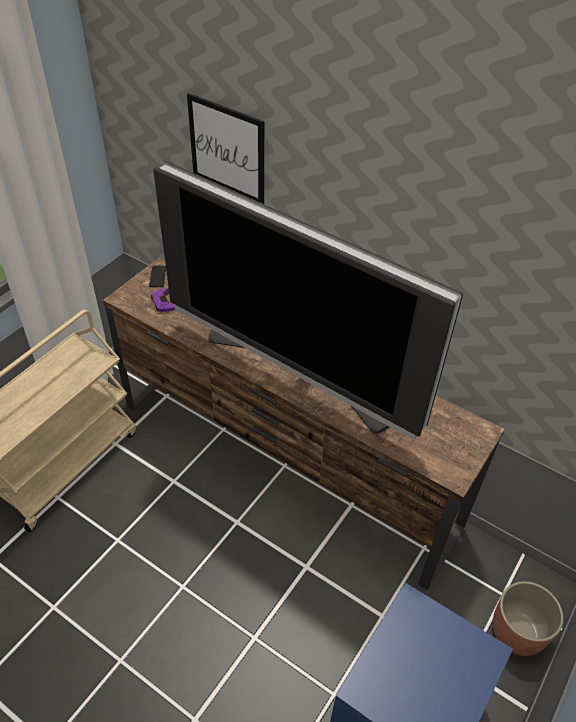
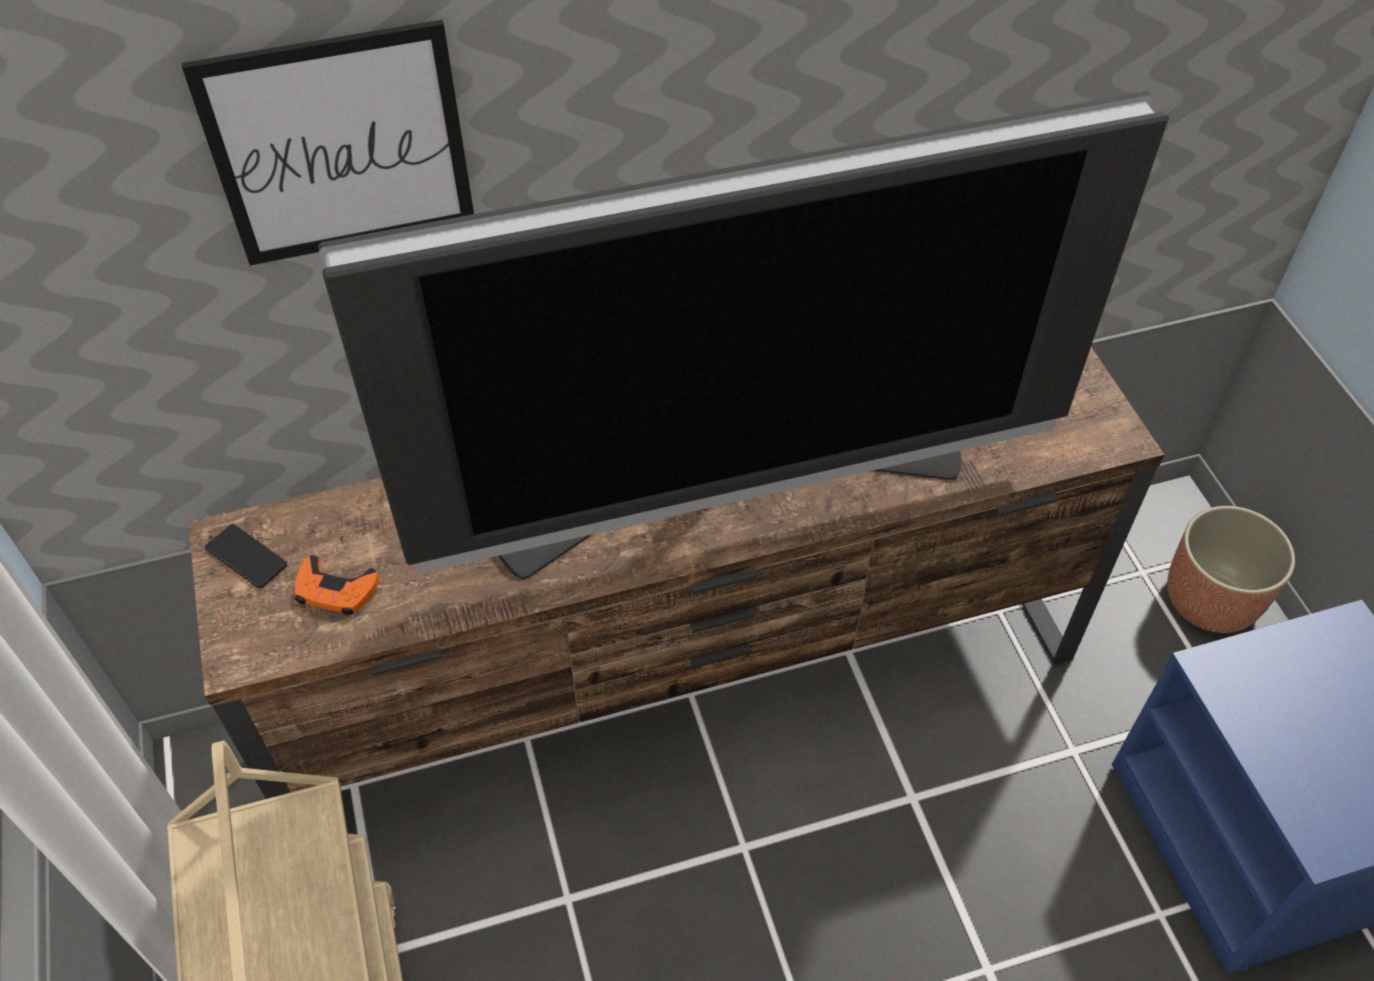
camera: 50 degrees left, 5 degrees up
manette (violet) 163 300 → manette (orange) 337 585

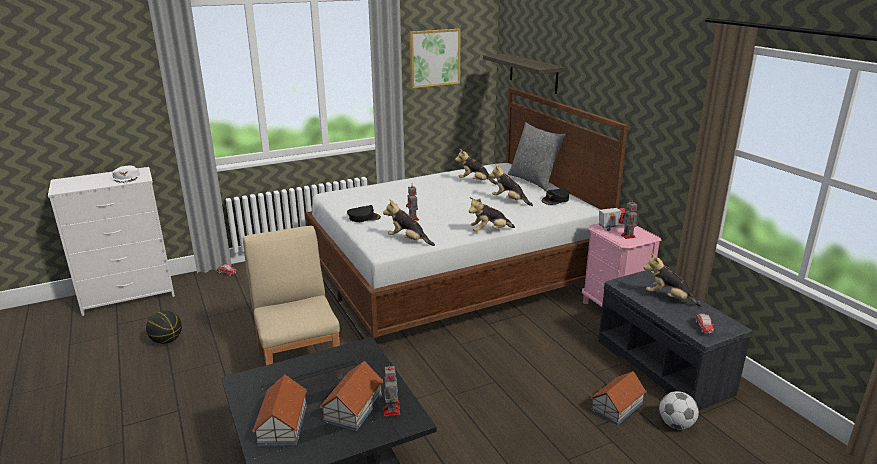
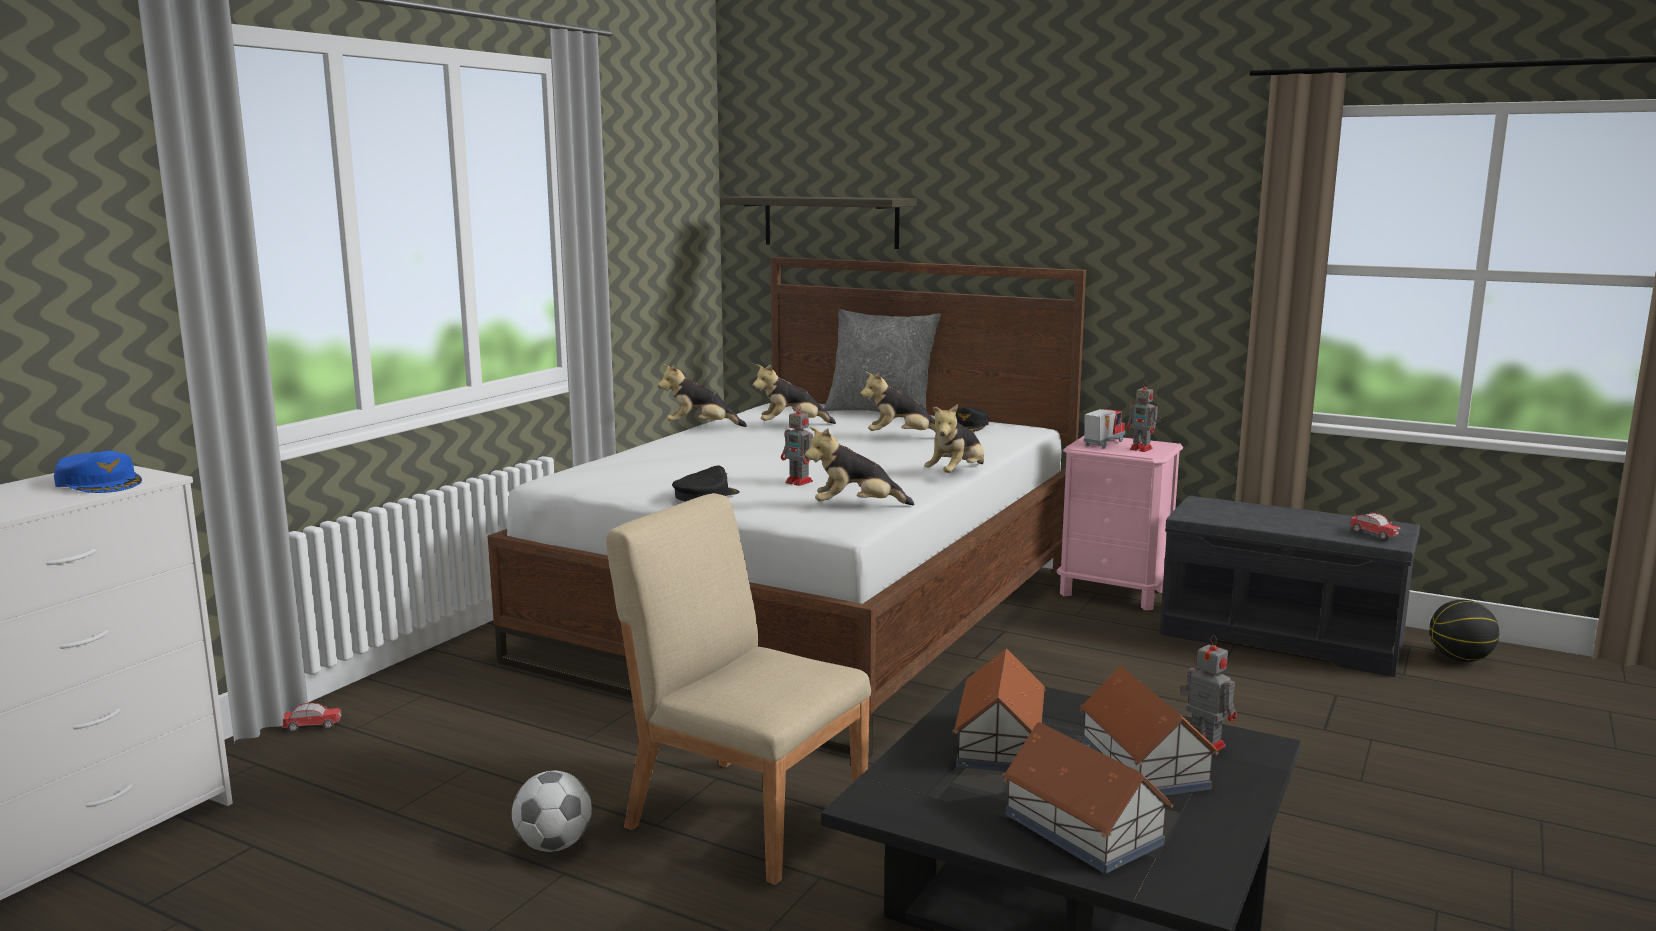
camera: 35 degrees left, 10 degrees down
casquette (blanc) 126 175 → casquette (bleu) 98 472
ballon de basket 164 327 → ballon de basket 1464 631, move
tableau 435 58 → -
maison miniature 618 398 → maison miniature 999 710, move
peluche 673 280 → peluche 702 395, move
ballon de foot 679 410 → ballon de foot 552 811, move

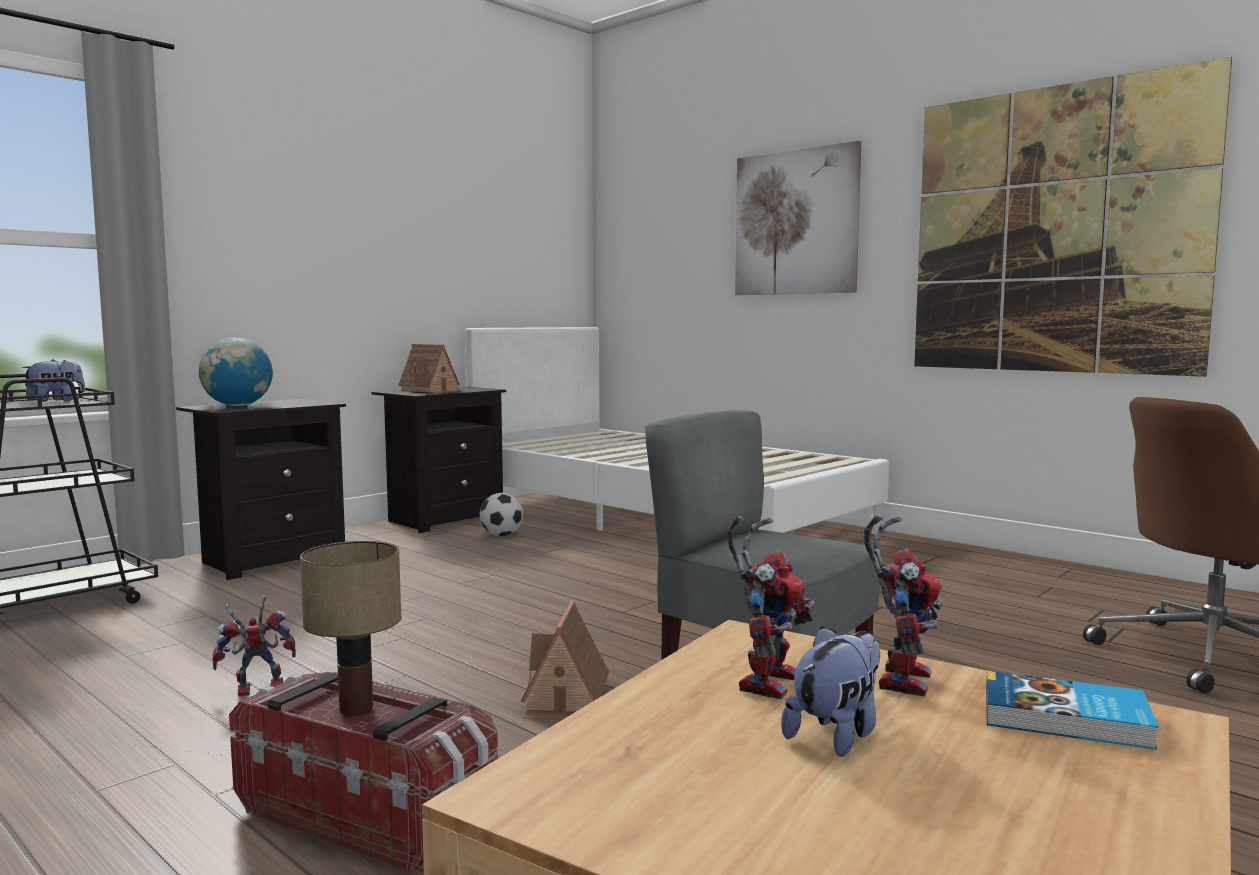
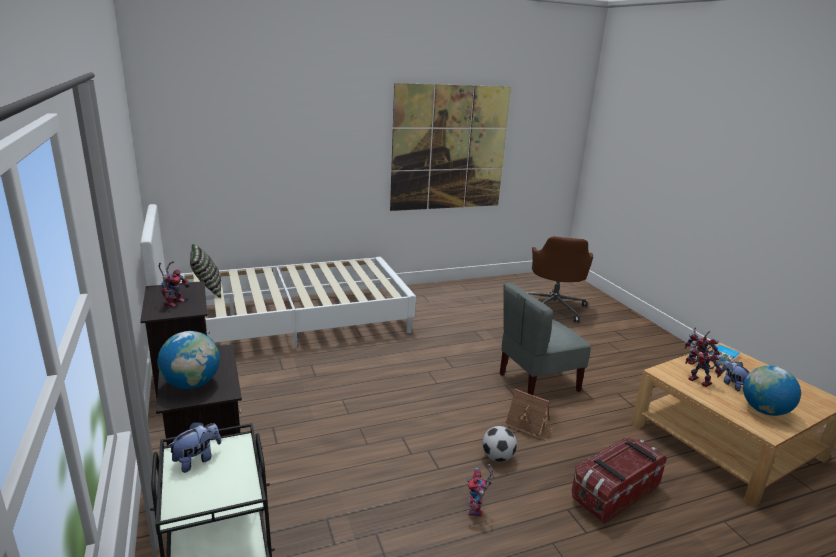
camera: 65 degrees left, 15 degrees up
peluche 53 380 → peluche 194 447, 75 degrees clockwise
lampe de table 350 628 → -
maison miniature 431 368 → robot jouet 174 284
ballon de foot 501 514 → ballon de foot 499 444, move
tableau 798 218 → -
- → coussin 205 271
- → globe 772 391

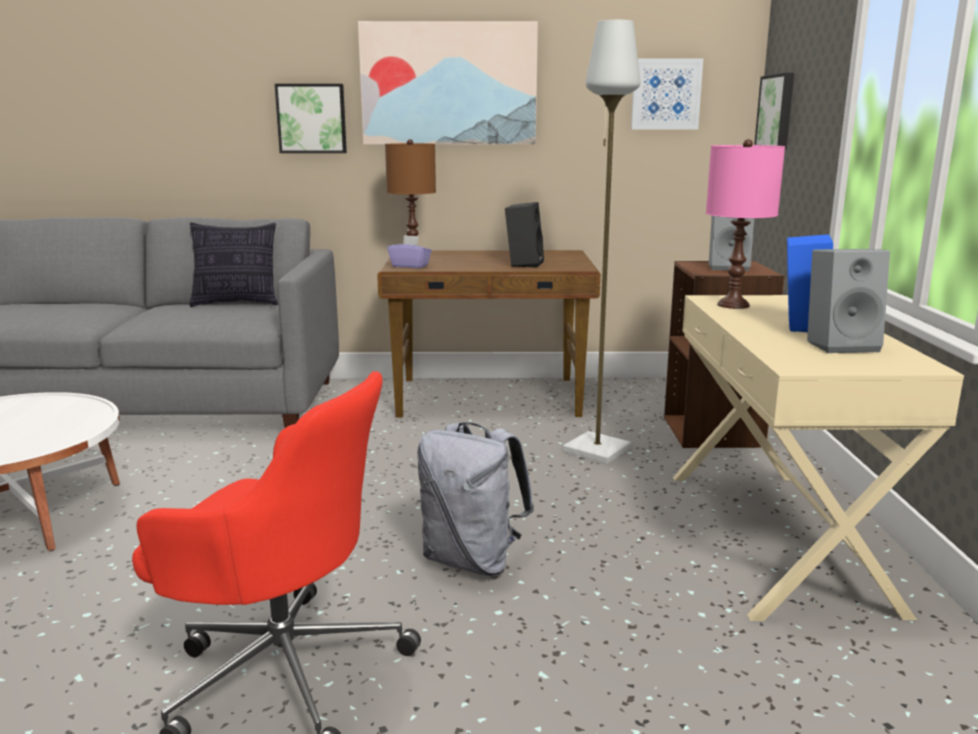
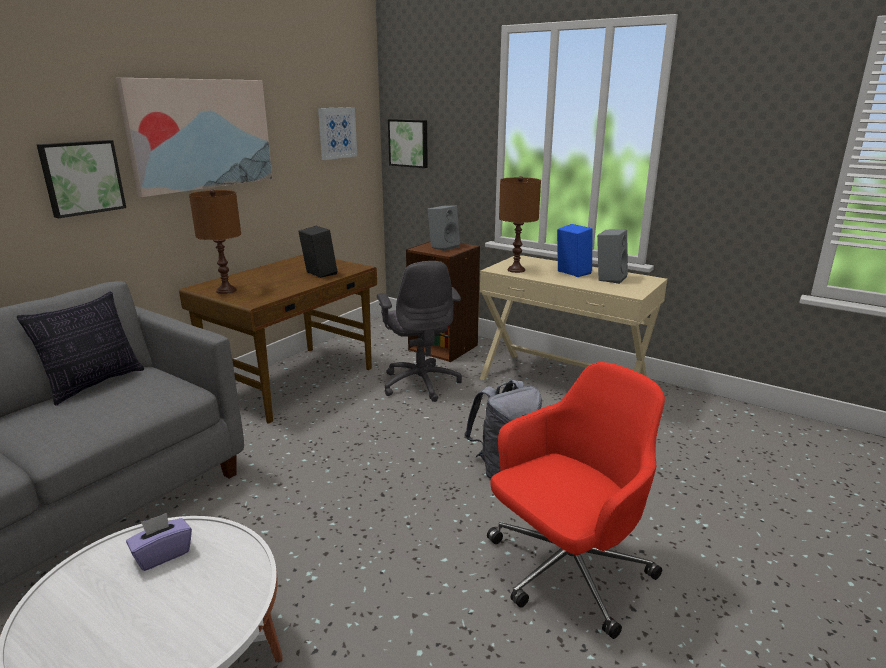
camera: 55 degrees left, 5 degrees up
boîte à mouchoirs (violet) 410 251 → boîte à mouchoirs (violet) 159 542, move
lampadaire (gris) 601 242 → chaise de bureau (gris) 419 331
lampe de table (rose) 745 224 → lampe de table (marron) 520 224

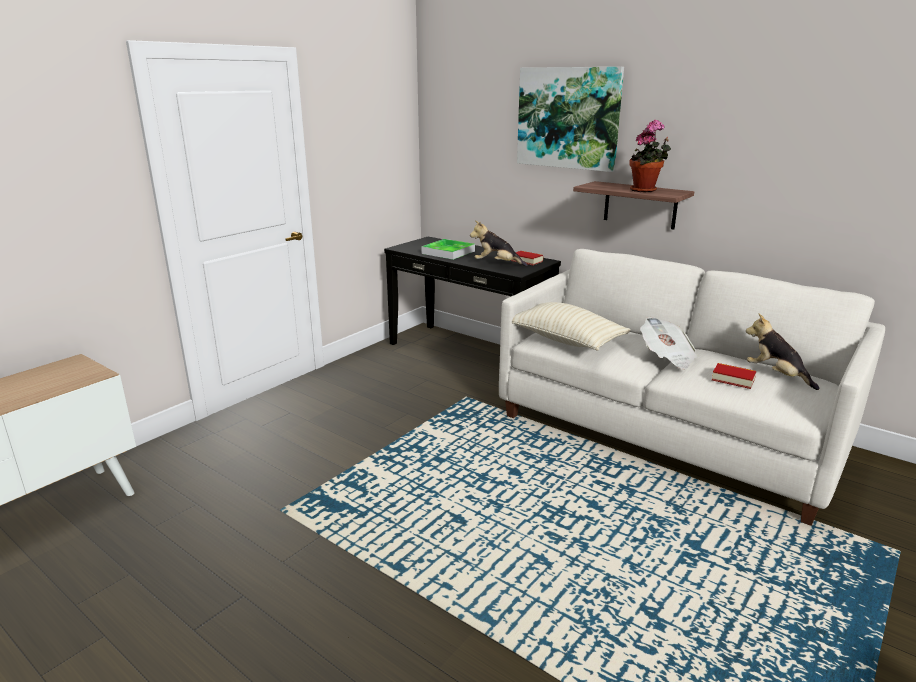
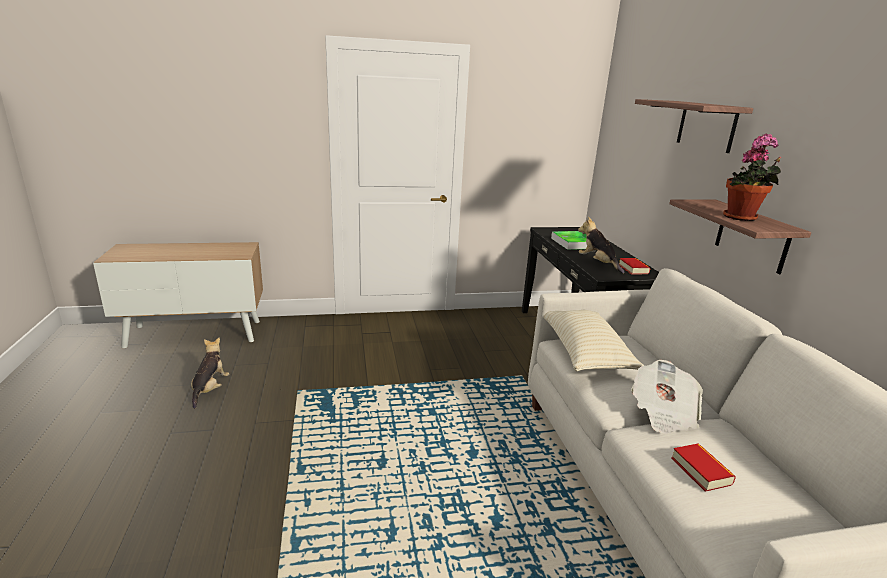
camera: 40 degrees right, 0 degrees up
tableau 570 119 → étagère 694 126
peluche 782 352 → peluche 210 373, move

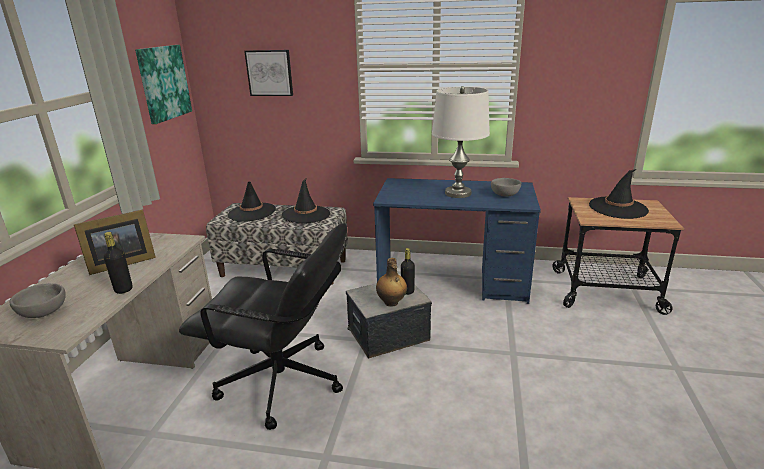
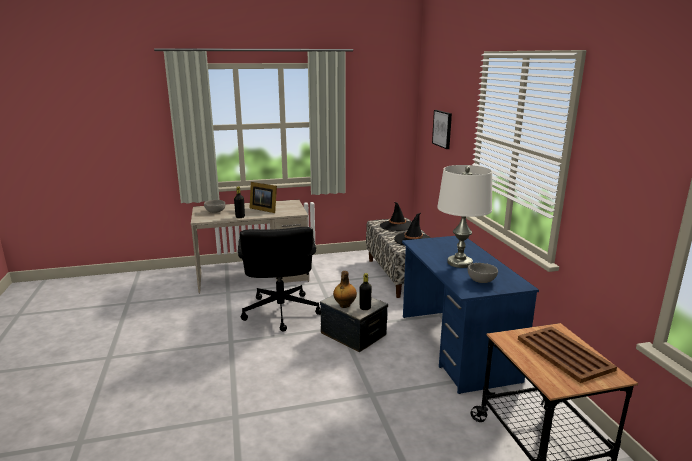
camera: 65 degrees right, 5 degrees down
tableau 163 84 → -
chapeau (noir) 619 194 → plateau (marron) 567 354

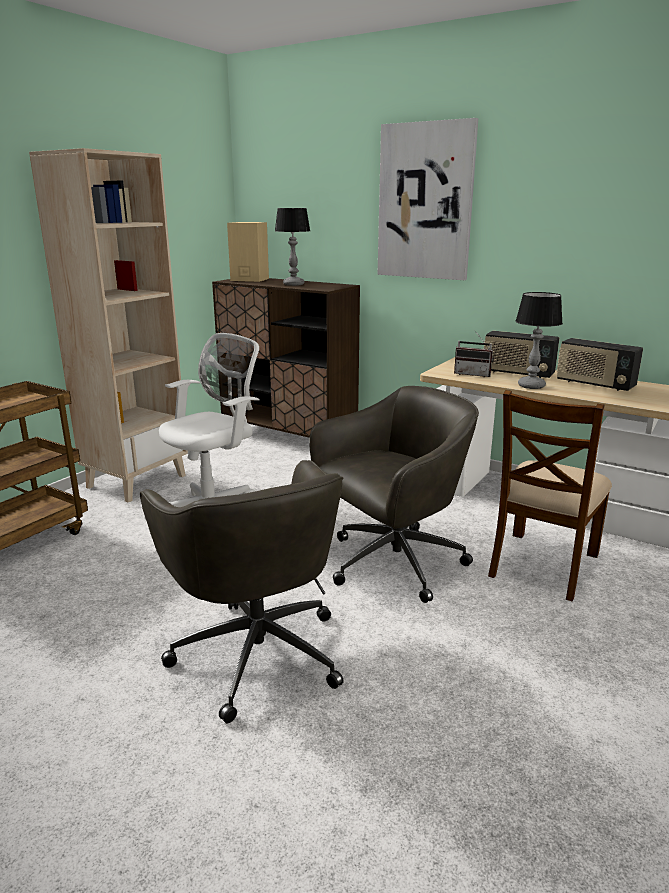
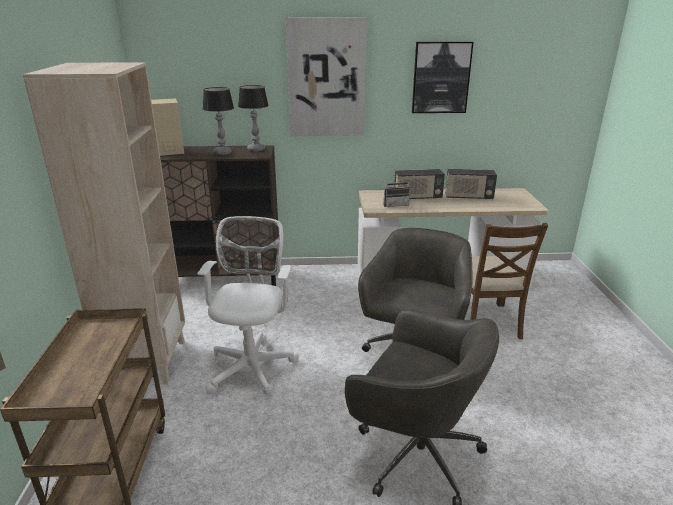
camera: 35 degrees left, 5 degrees up
lampe de table 539 340 → lampe de table 253 118, move
- → tableau 442 77

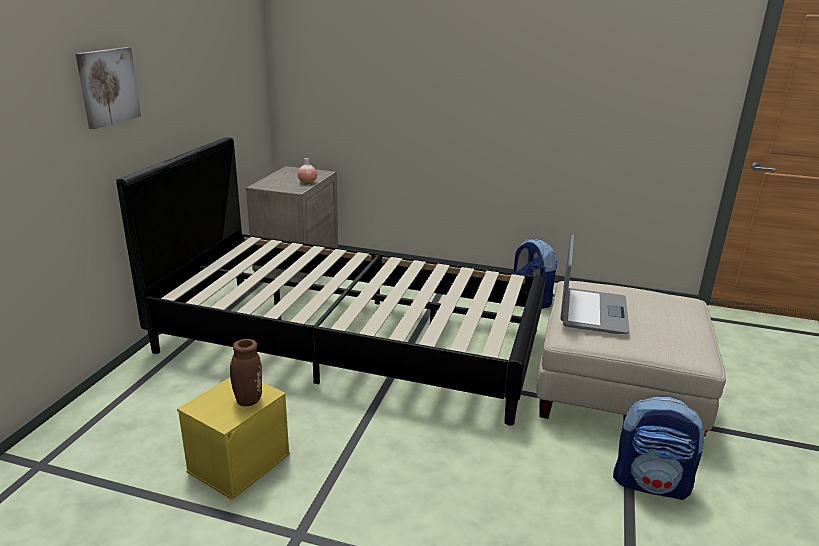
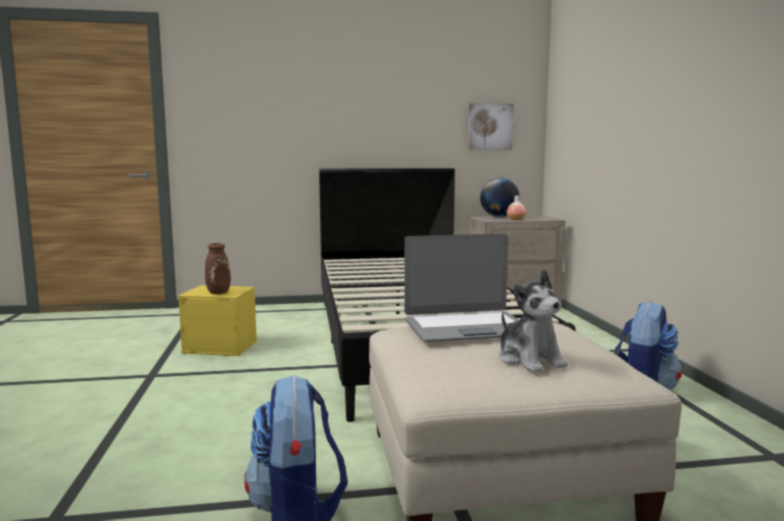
camera: 65 degrees right, 15 degrees down
tableau 108 88 → tableau 491 126, move
- → globe 499 197
- → peluche 533 321

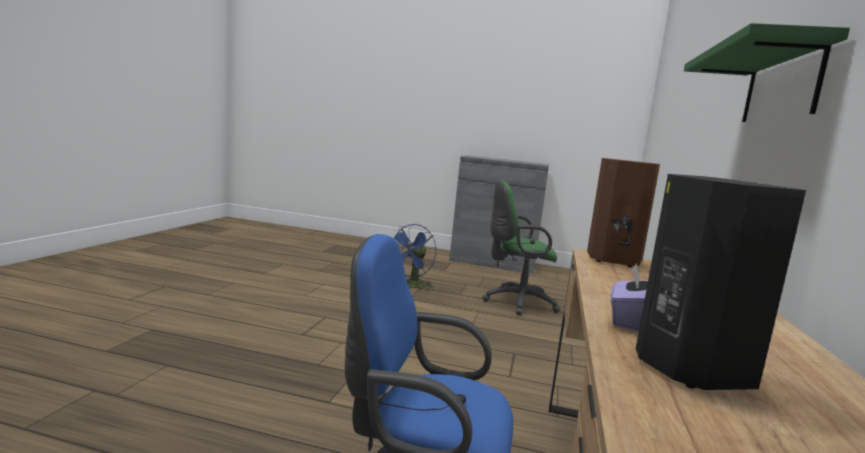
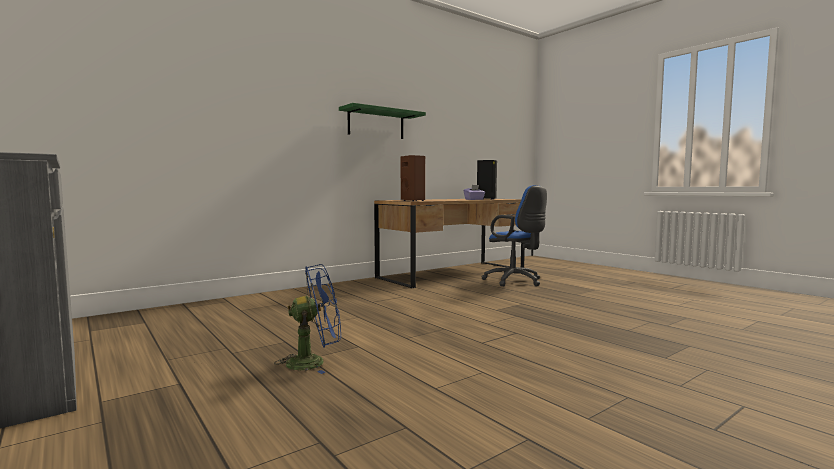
camera: 140 degrees left, 5 degrees down
chaise de bureau (vert) 521 247 → -

